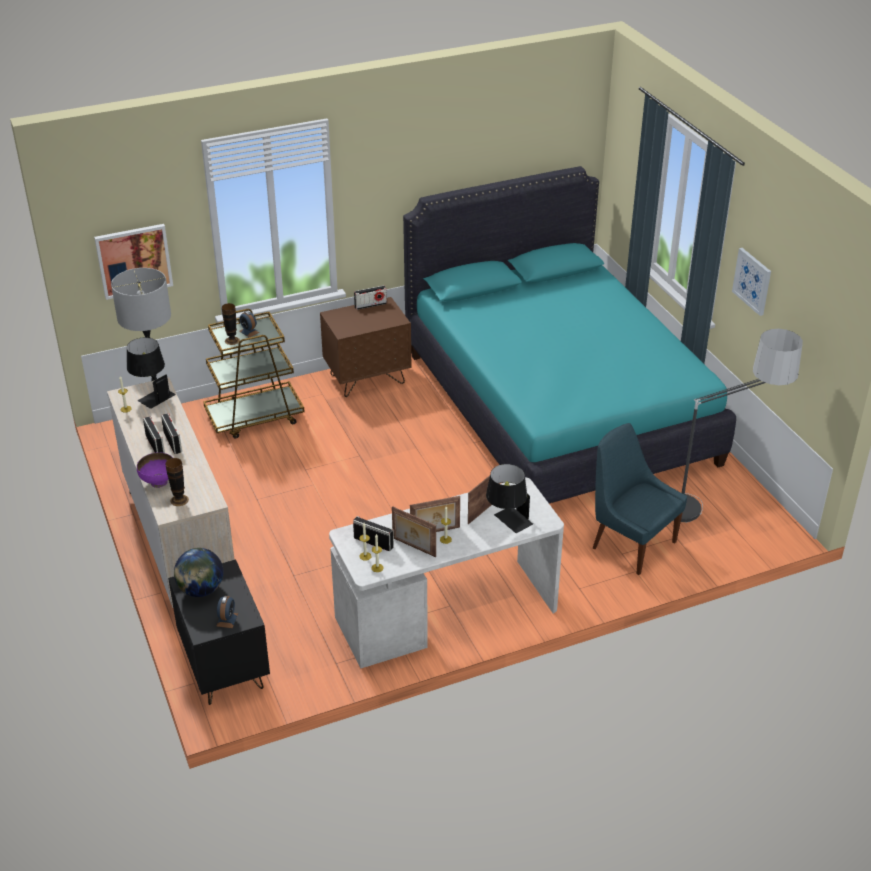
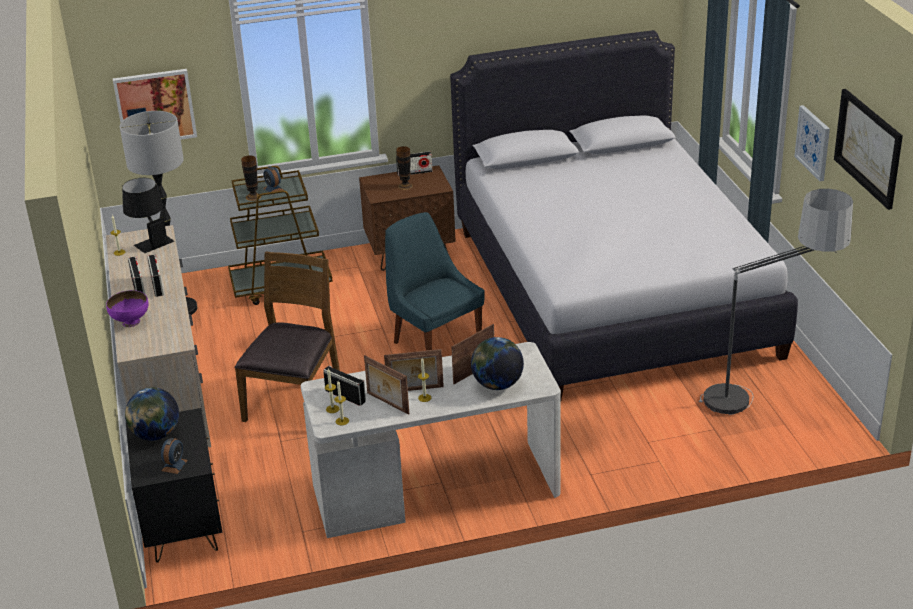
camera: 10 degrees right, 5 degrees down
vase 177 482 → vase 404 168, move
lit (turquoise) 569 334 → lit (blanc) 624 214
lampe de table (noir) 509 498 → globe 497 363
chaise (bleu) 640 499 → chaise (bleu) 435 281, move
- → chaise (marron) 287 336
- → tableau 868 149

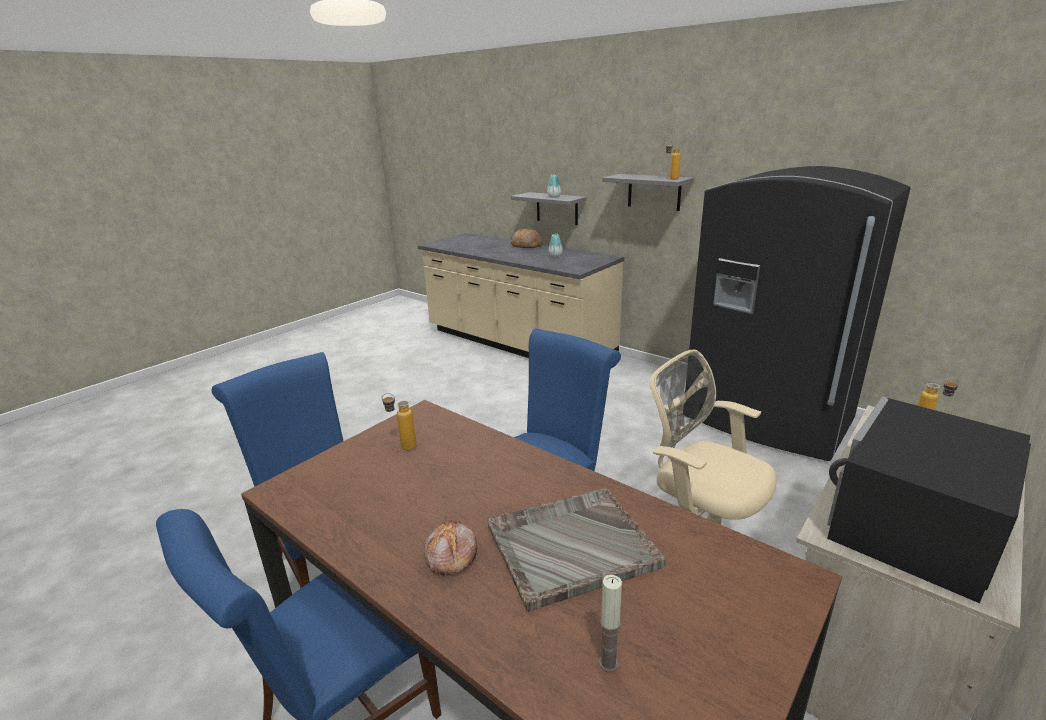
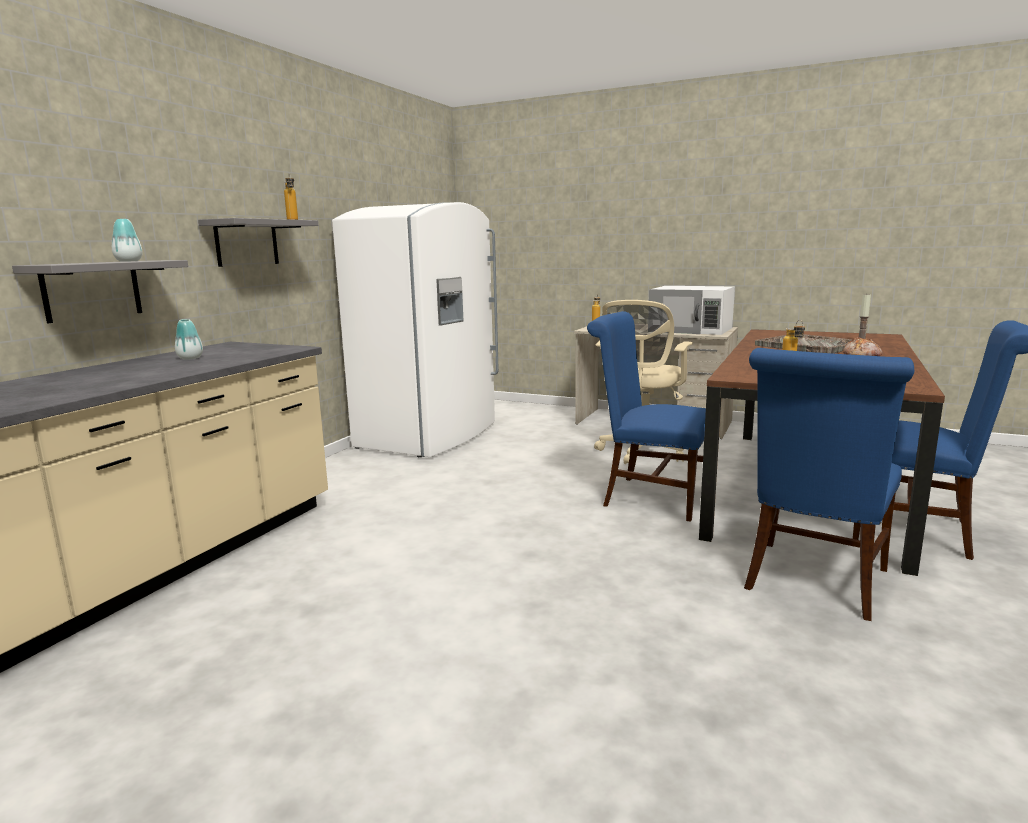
camera: 105 degrees left, 10 degrees down
pain 527 238 → -
réfrigérateur (noir) 798 313 → réfrigérateur (blanc) 415 329
micro-ondes (noir) 929 499 → micro-ondes (blanc) 692 310

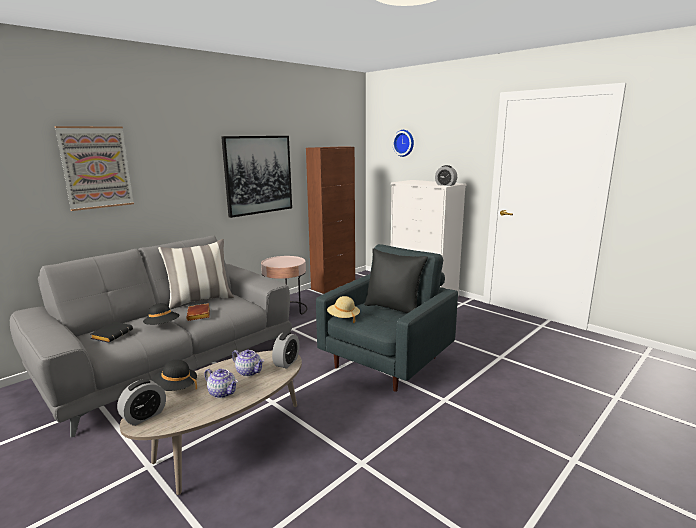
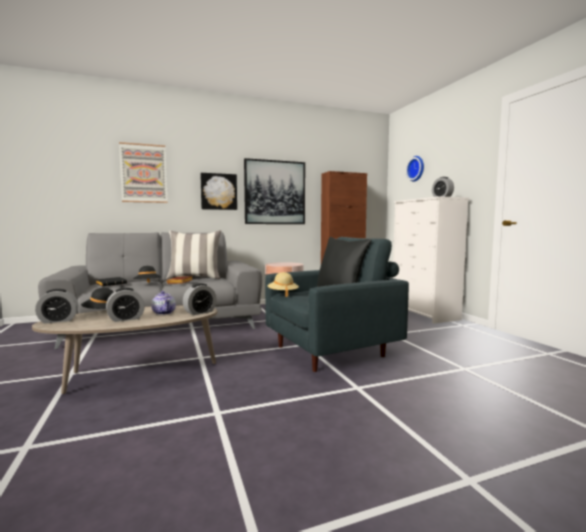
camera: 25 degrees right, 10 degrees down
théière 221 383 → réveil 125 305
- → tableau 218 191

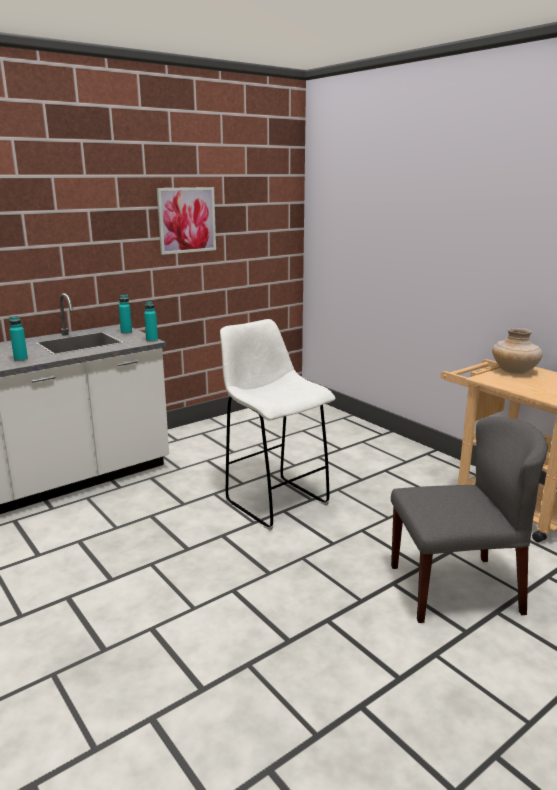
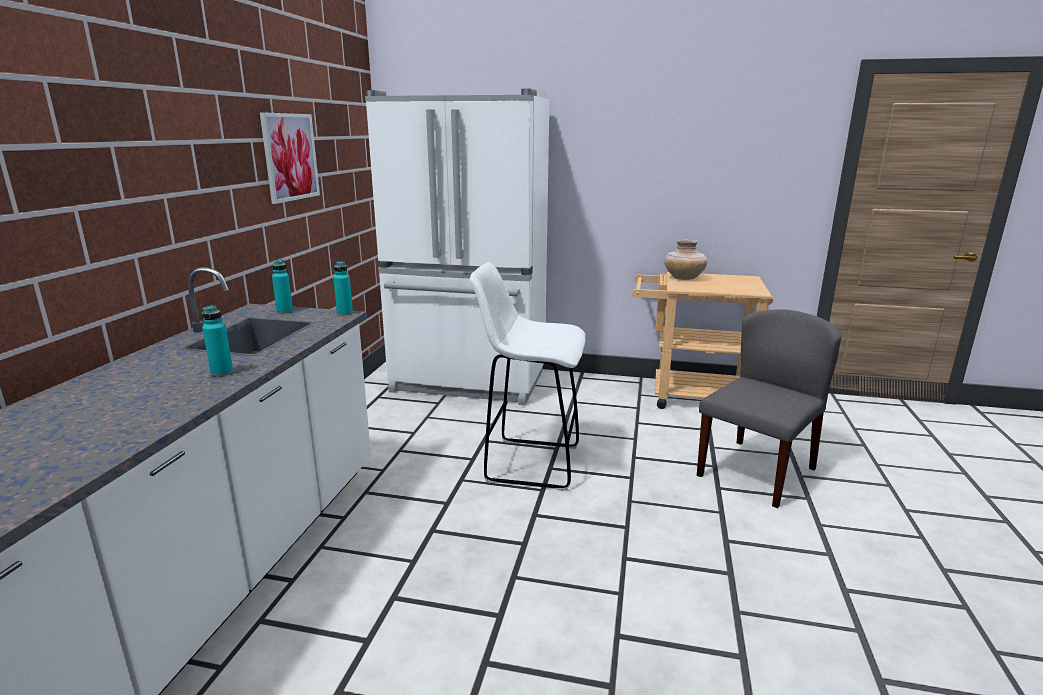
camera: 40 degrees left, 0 degrees up
- → réfrigérateur (blanc) 457 247

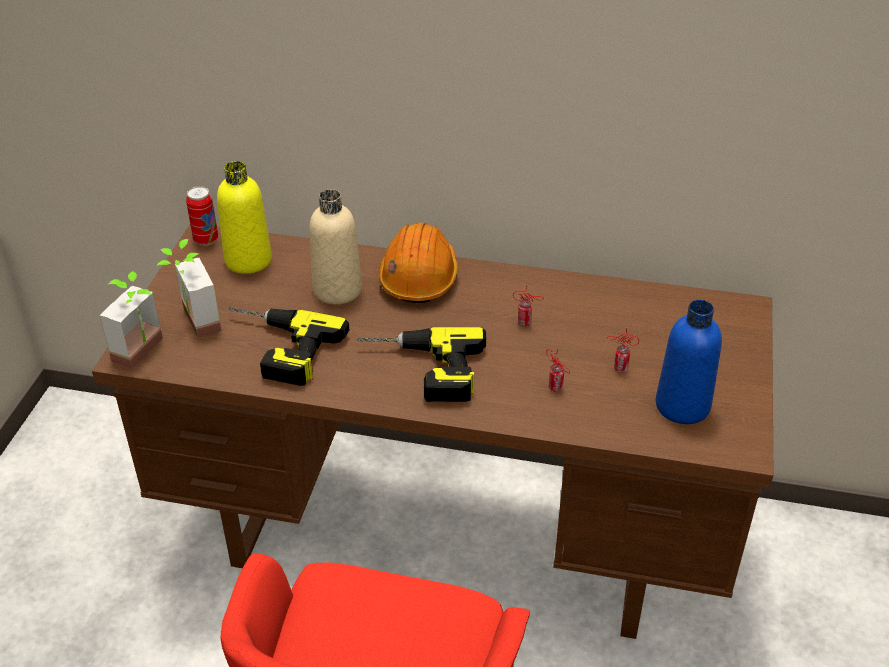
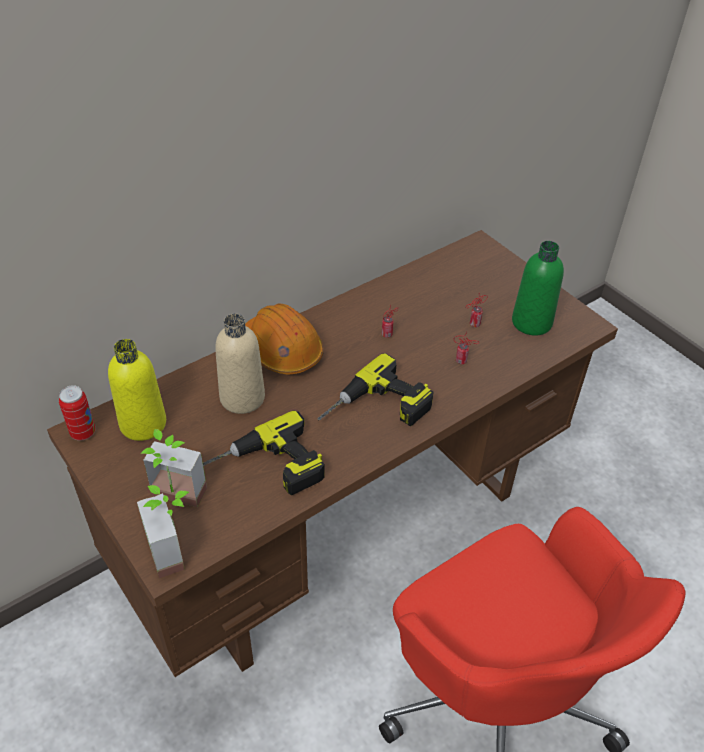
camera: 50 degrees left, 5 degrees up
bouteille (bleu) 689 362 → bouteille (vert) 538 288

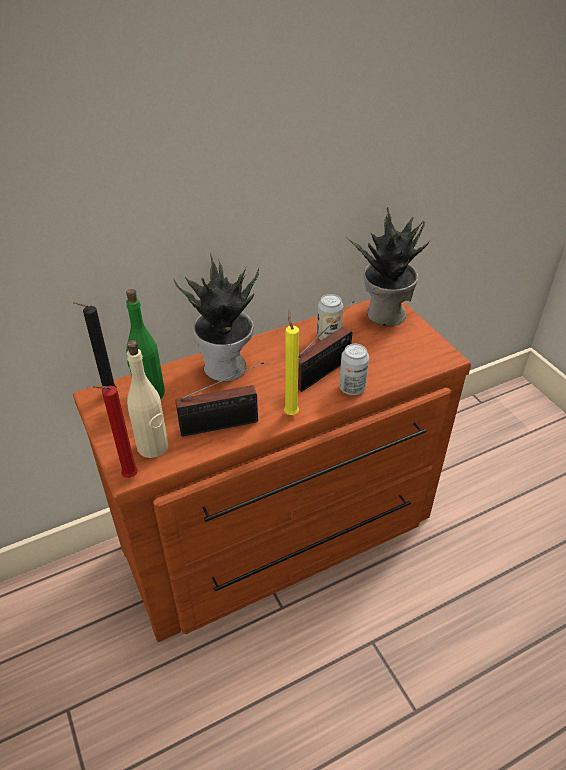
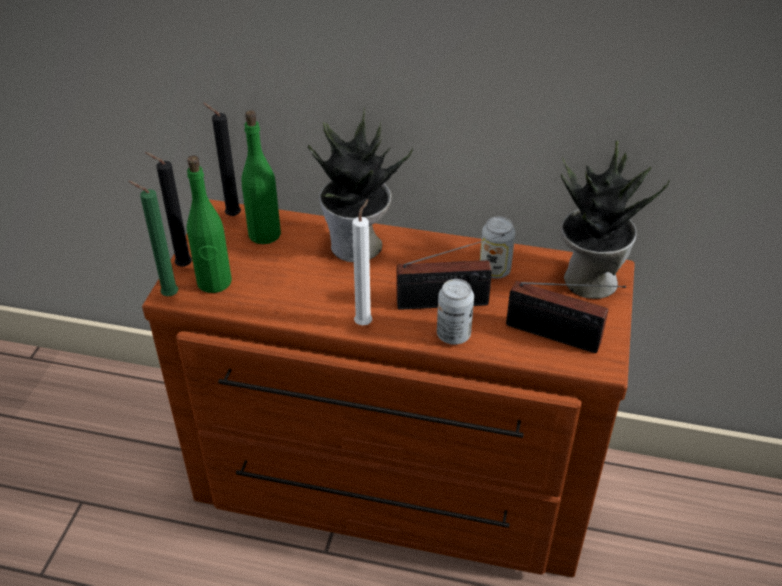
camera: 40 degrees right, 0 degrees up
bougie (rouge) 115 432 → bougie (vert) 153 238
bouteille (beige) 147 399 → bouteille (vert) 209 224
radio 219 399 → radio 566 317, move
bougie (jaune) 291 362 → bougie (blanc) 362 262
- → bougie (noir) 168 209

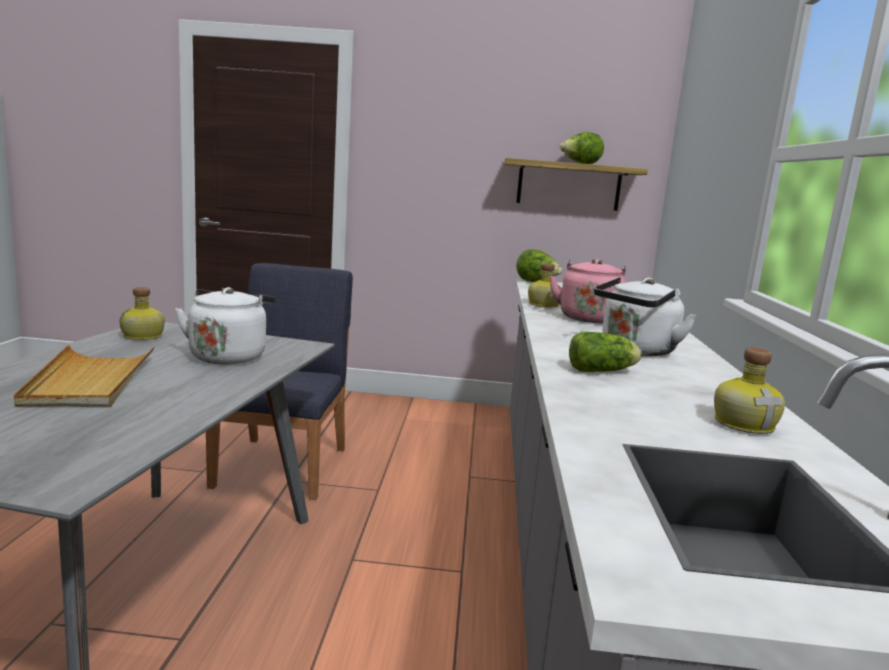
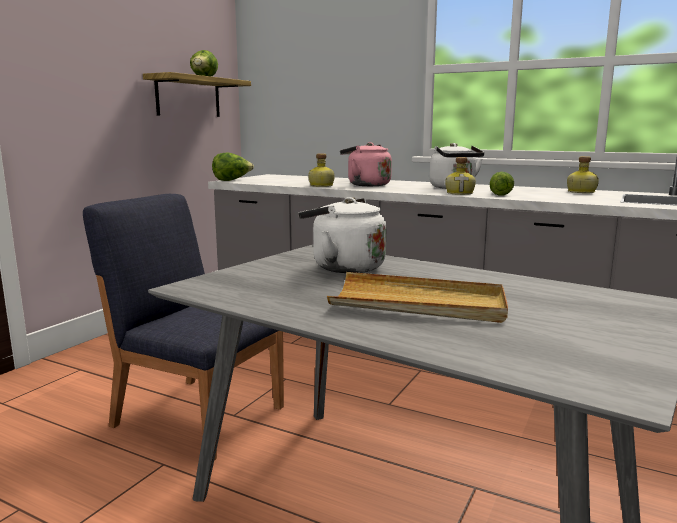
camera: 65 degrees left, 0 degrees up
bouteille 142 313 → bouteille 460 176, move

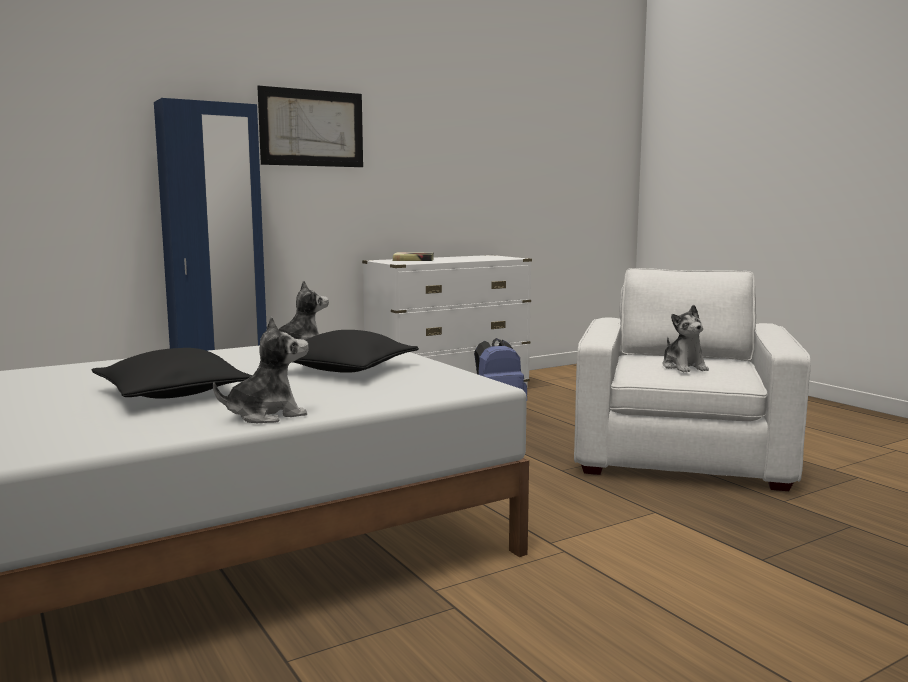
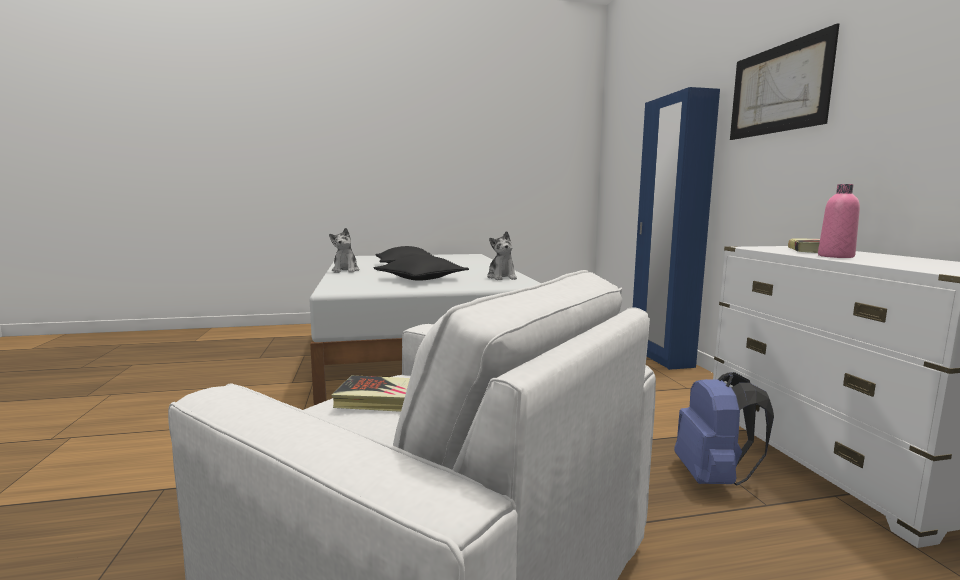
camera: 110 degrees right, 0 degrees up
peluche 685 338 → livre 371 393
- → bouteille (rose) 839 221

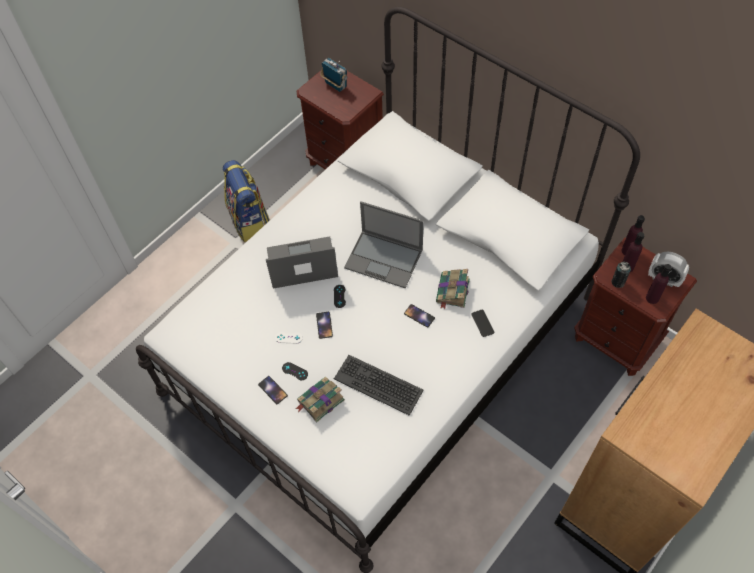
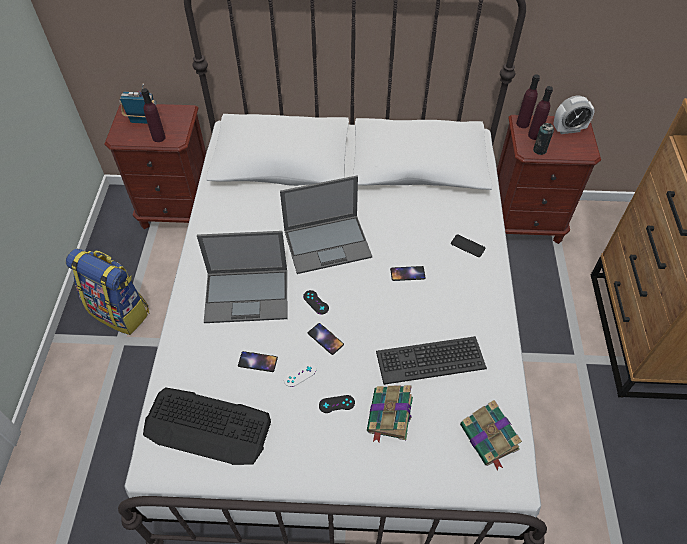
camera: 40 degrees left, 5 degrees down
téléphone 273 390 → téléphone 258 361, move
ordinateur portable 302 262 → ordinateur portable 242 277, 135 degrees counterclockwise
livre 453 289 → livre 491 435, move
bouteille (violet) 658 284 → bouteille (violet) 153 115, move
- → clavier 207 426

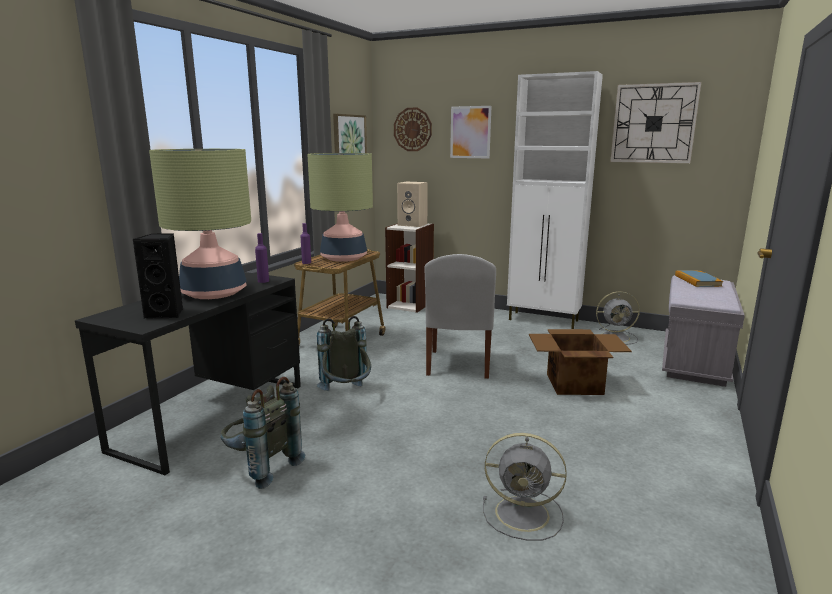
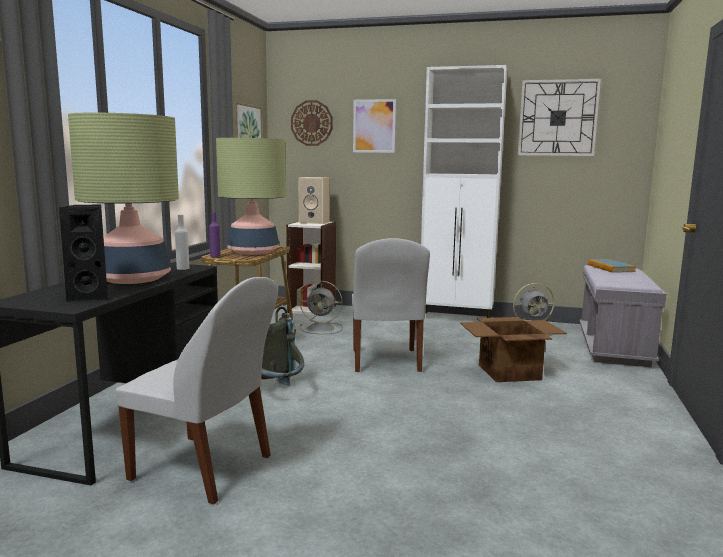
camera: 10 degrees left, 5 degrees down
sac à dos (gris) 262 433 → chaise (blanc) 197 390
bouteille (violet) 262 258 → bouteille (blanc) 182 242
ventilateur (gris) 525 487 → ventilateur (gris) 321 307, move

